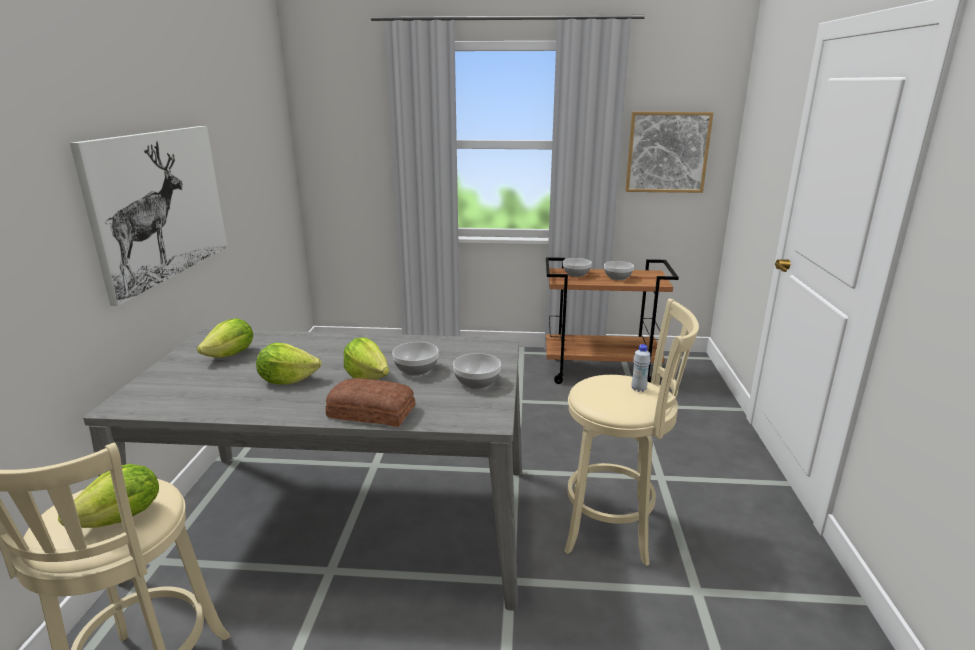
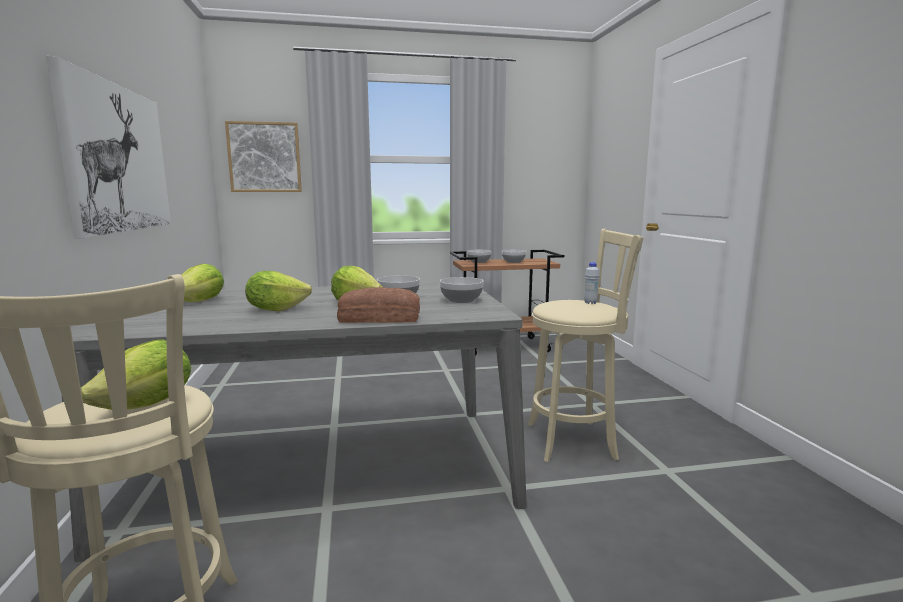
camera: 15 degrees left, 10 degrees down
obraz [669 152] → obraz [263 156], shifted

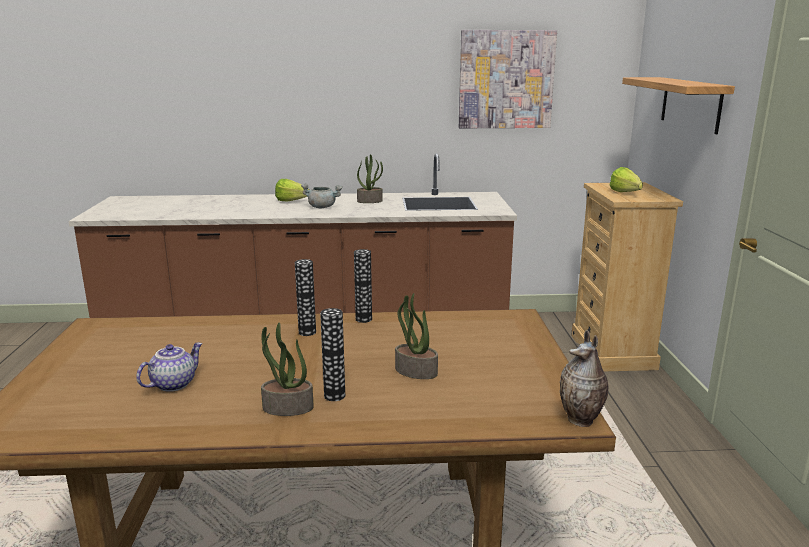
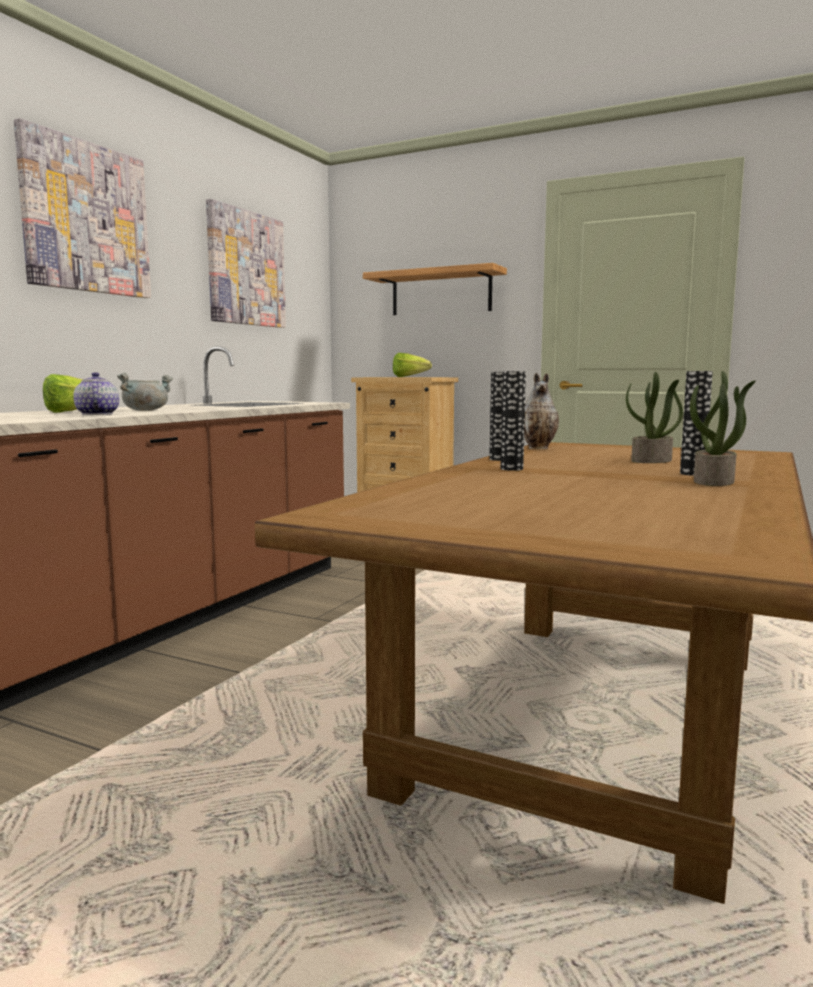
camera: 60 degrees left, 10 degrees down
roślina doniczkowa [370 178] → -
- → obraz [82 208]
imbryk [169 367] → imbryk [96 393], shifted
wazon [584 378] → wazon [541 411], shifted

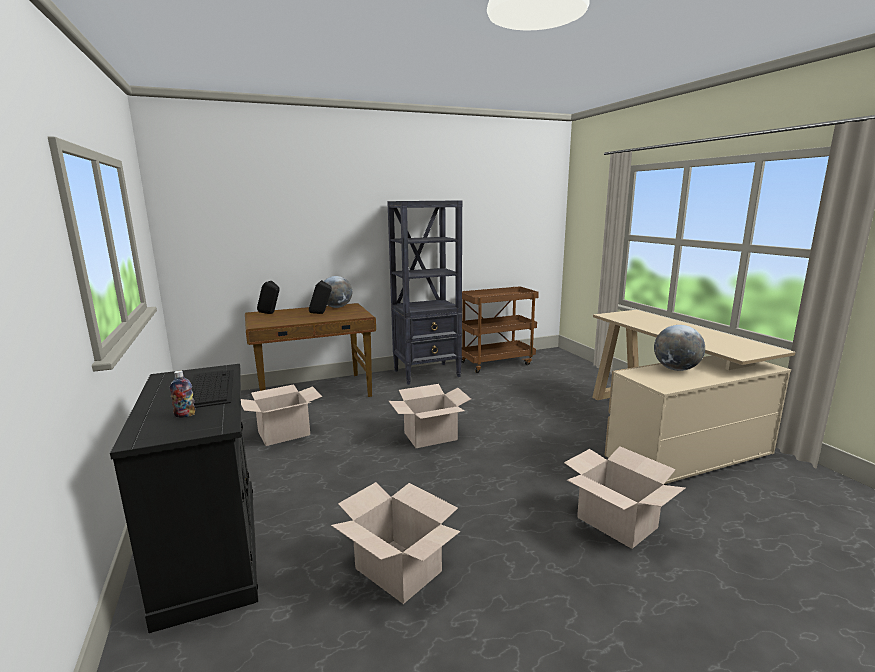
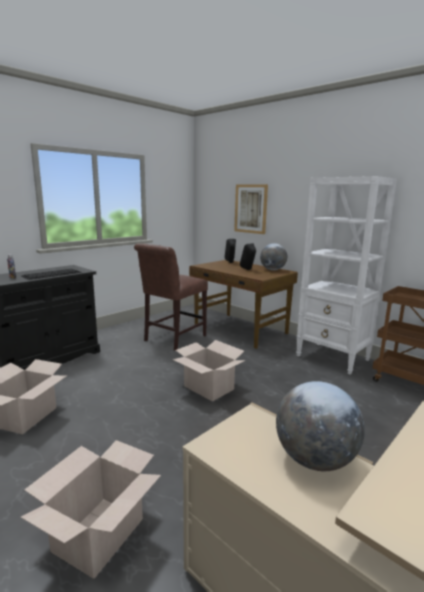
camera: 65 degrees right, 0 degrees up
- → obraz [251 209]
karton [281 415] → krzesło/brązowy [171 297]
regał/czarny [425 292] → regał/biały [346 275]

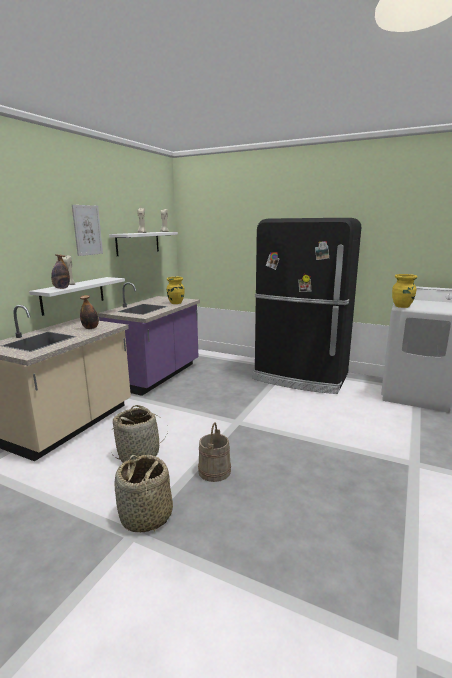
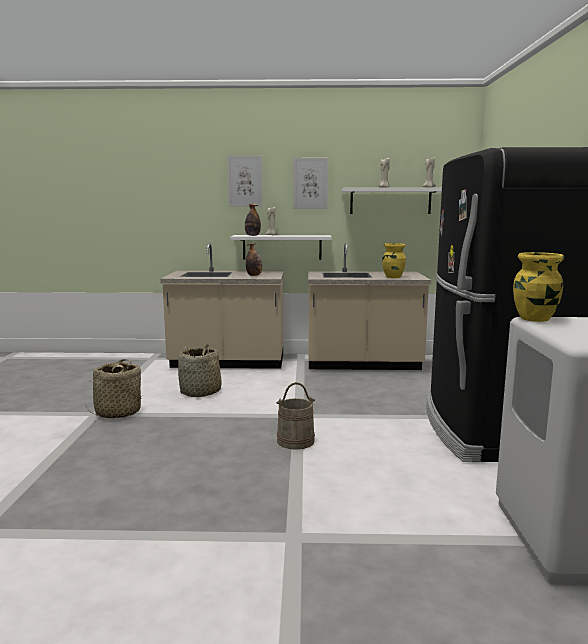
camera: 65 degrees right, 5 degrees down
- → obraz [245 181]
wiadro/beżowy [214 452] → wiadro/beżowy [295 416], shifted
zabudowa kuchenna/fioletowy [149 339] → zabudowa kuchenna/beżowy [369 306]

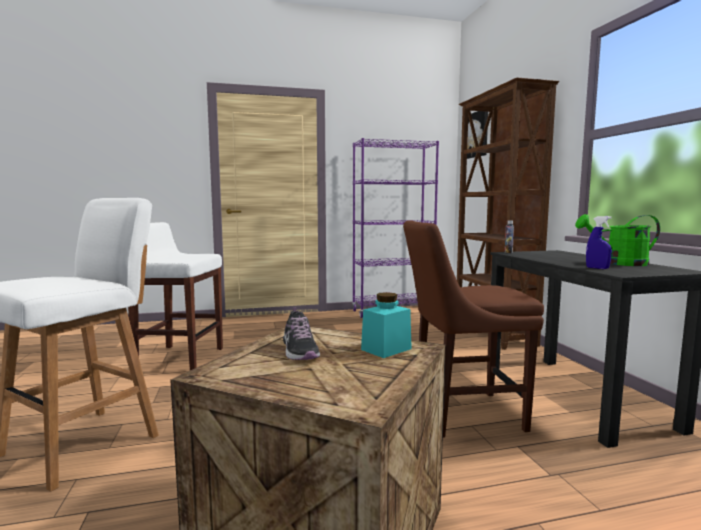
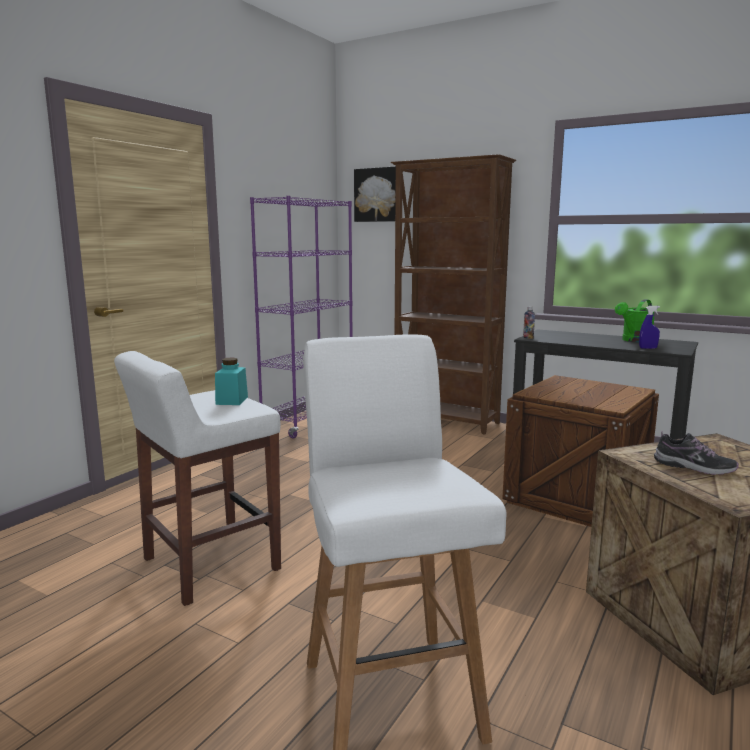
camera: 45 degrees left, 5 degrees up
słoik/turkusowy [386 325] → słoik/turkusowy [231 381], shifted
krzesło/brązowy [473 329] → skrzynka [580 451]

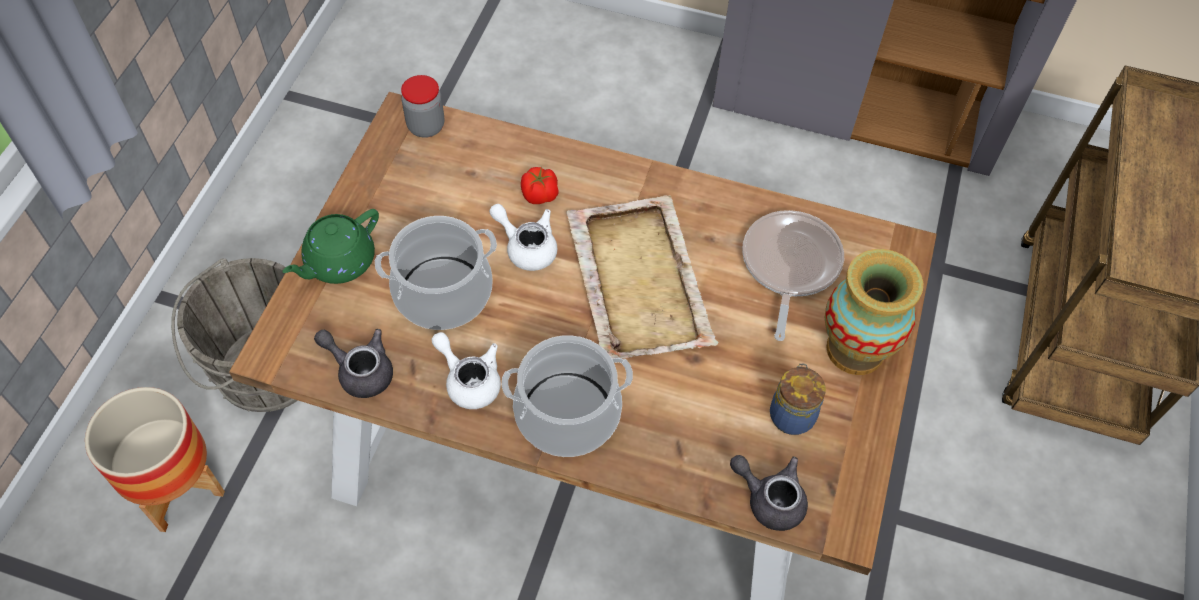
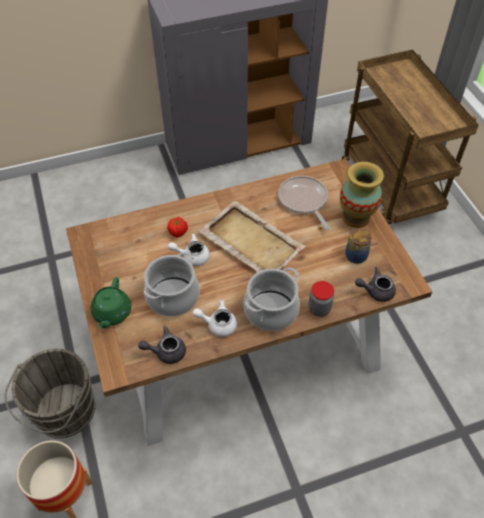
camera: 35 degrees left, 5 degrees down
słoik [422 106] → słoik [321 299], shifted

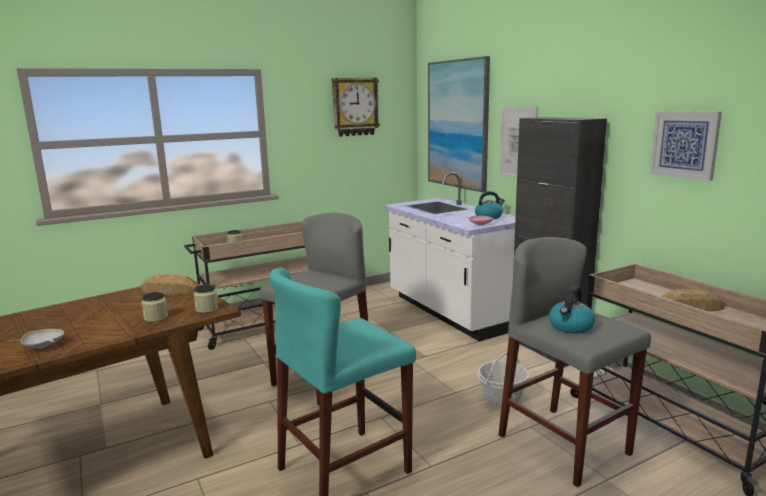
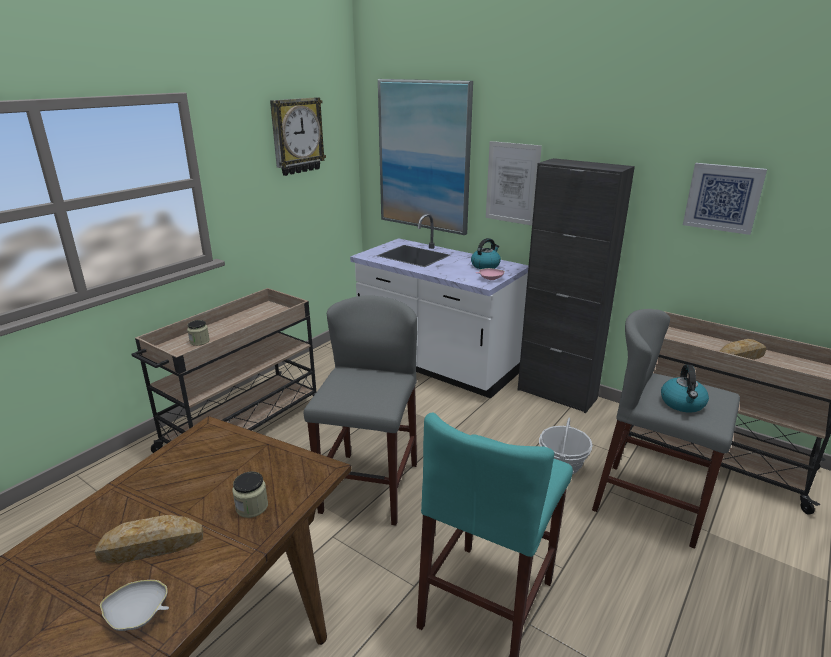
camera: 25 degrees left, 10 degrees up
słoik [206 298] → -
chleb [169 284] → chleb [149 539], shifted

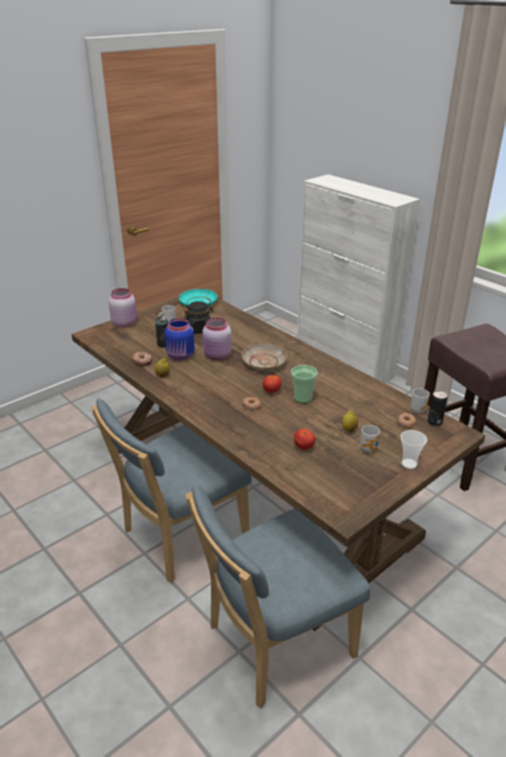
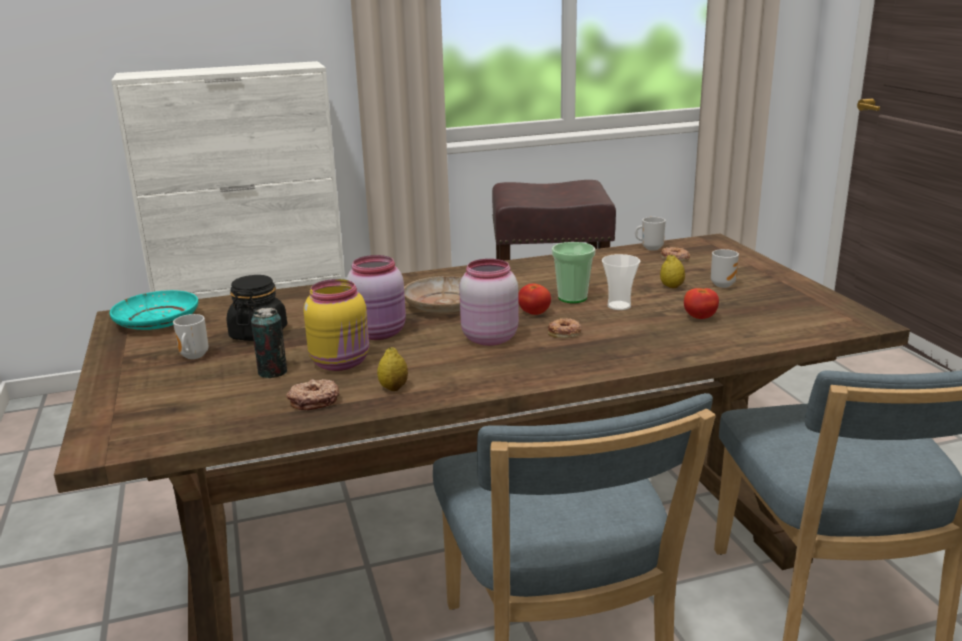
camera: 65 degrees left, 10 degrees down
puszka [437 408] → -
słoik/różowy [122 308] → słoik/różowy [489 302], shifted
filiżanka [413 449] → filiżanka [621 282], shifted
słoik/niebieski [180 339] → słoik/żółty [336 325]

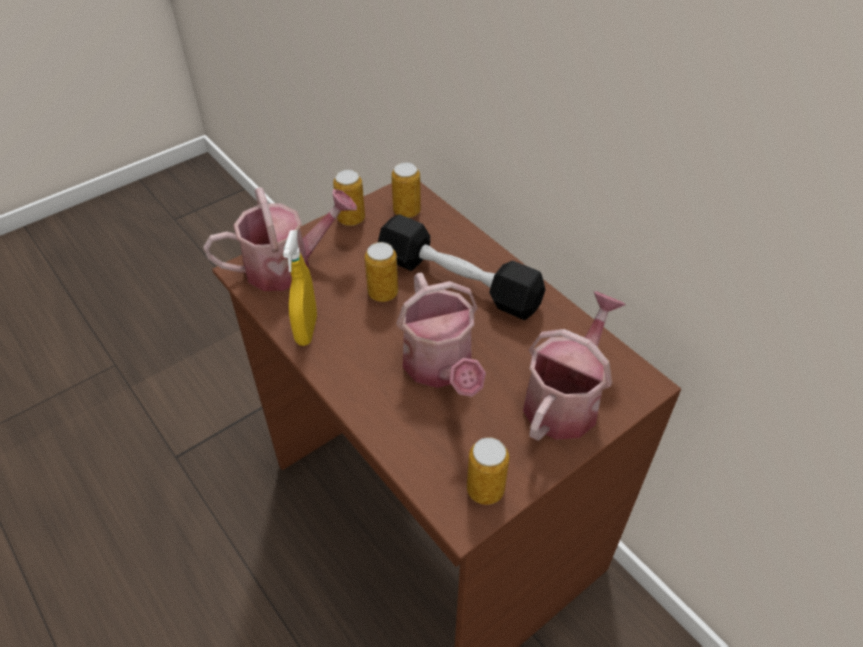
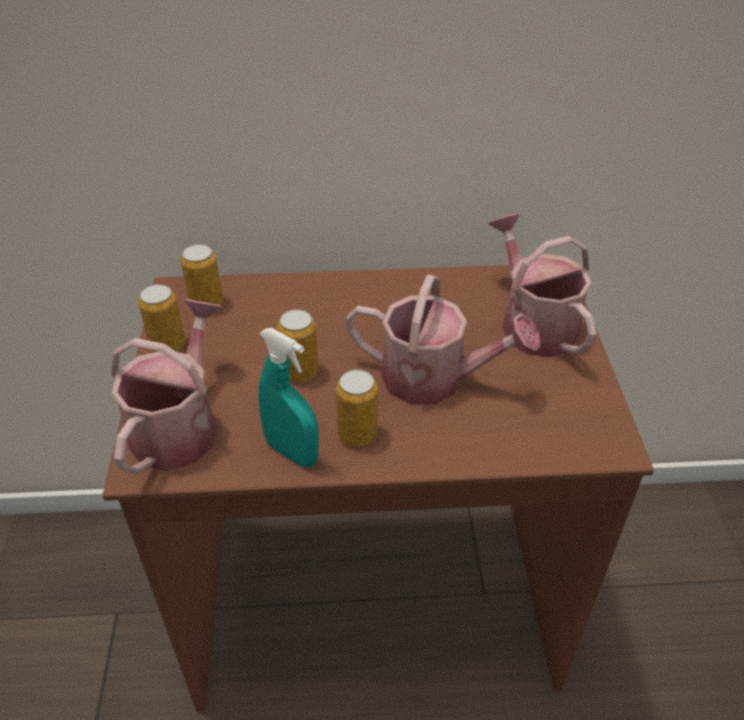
camera: 55 degrees left, 5 degrees down
hantel/czarny [461 267] → -
puszka [488 471] → puszka [357 408], shifted
spryskiwacz/żółty [300 288] → spryskiwacz/turkusowy [289 397]

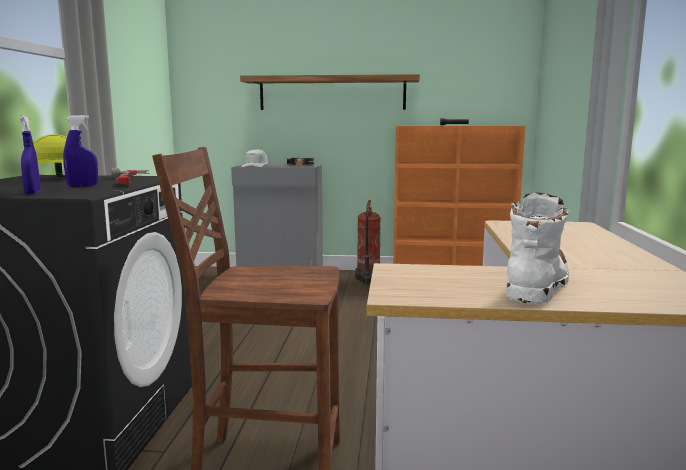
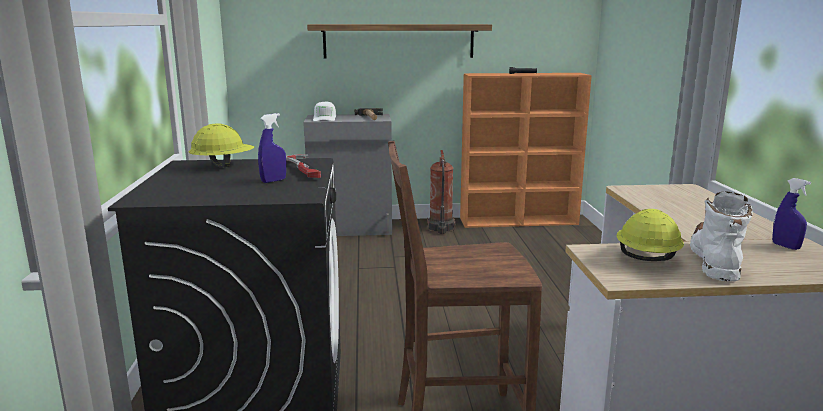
camera: 10 degrees left, 5 degrees up
- → kask/żółty [650 235]
spryskiwacz/niebieski [29 154] → spryskiwacz/niebieski [791 214], shifted

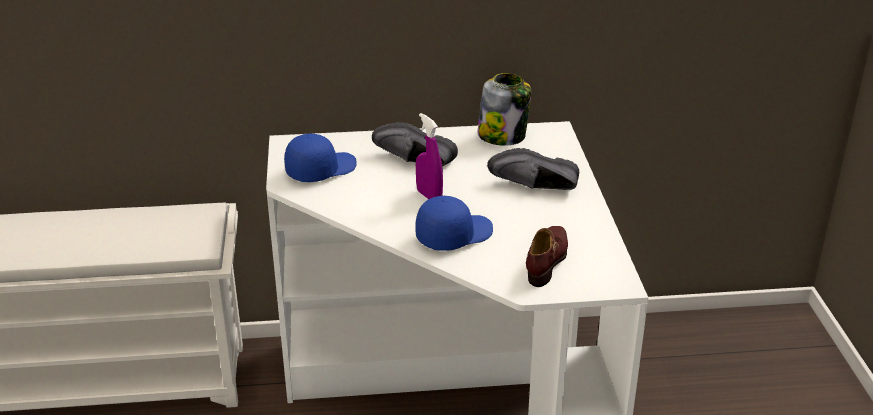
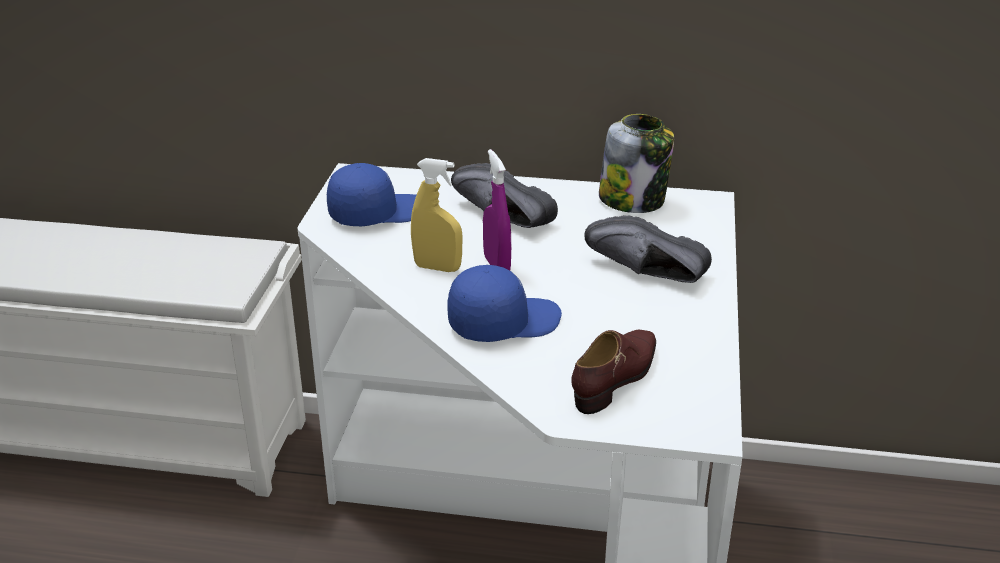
camera: 15 degrees right, 0 degrees up
- → spryskiwacz/żółty [437 215]

